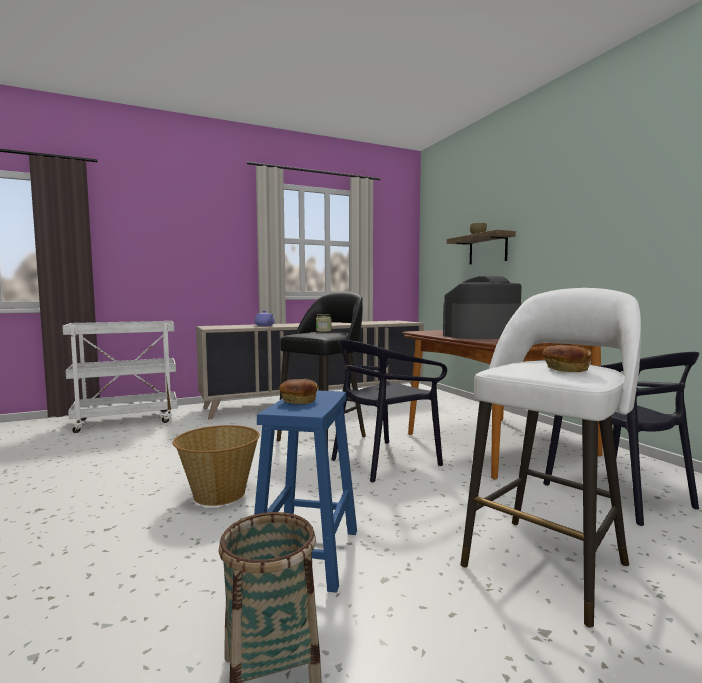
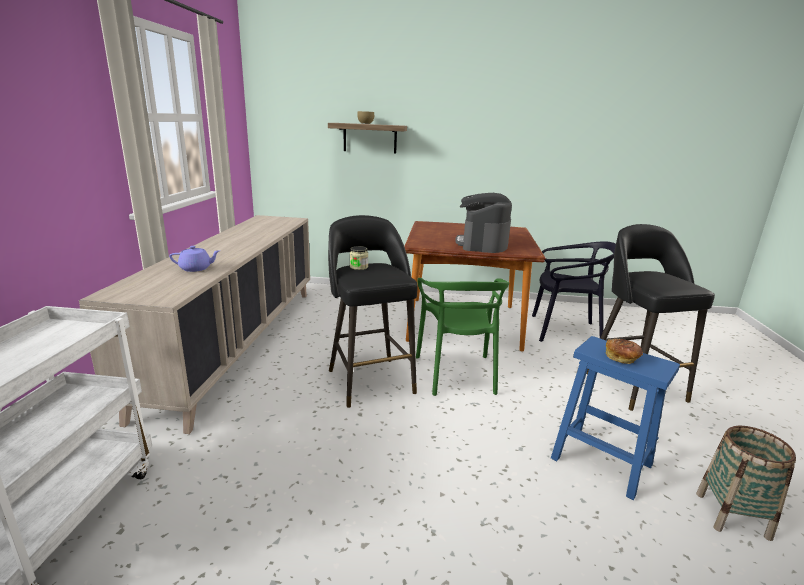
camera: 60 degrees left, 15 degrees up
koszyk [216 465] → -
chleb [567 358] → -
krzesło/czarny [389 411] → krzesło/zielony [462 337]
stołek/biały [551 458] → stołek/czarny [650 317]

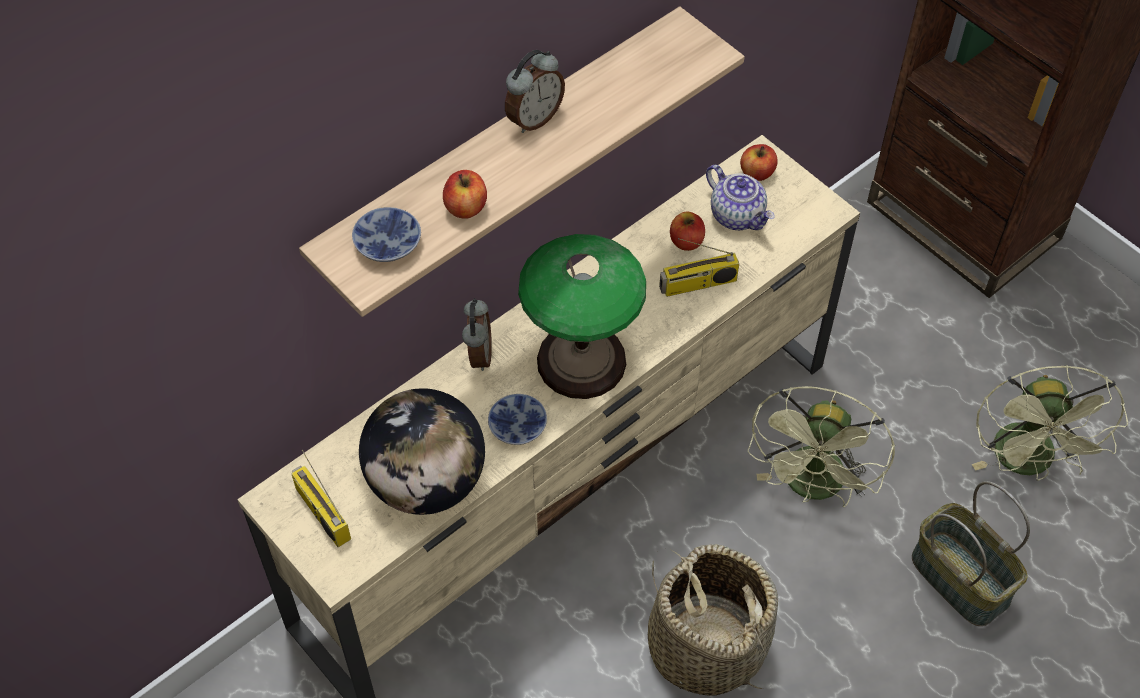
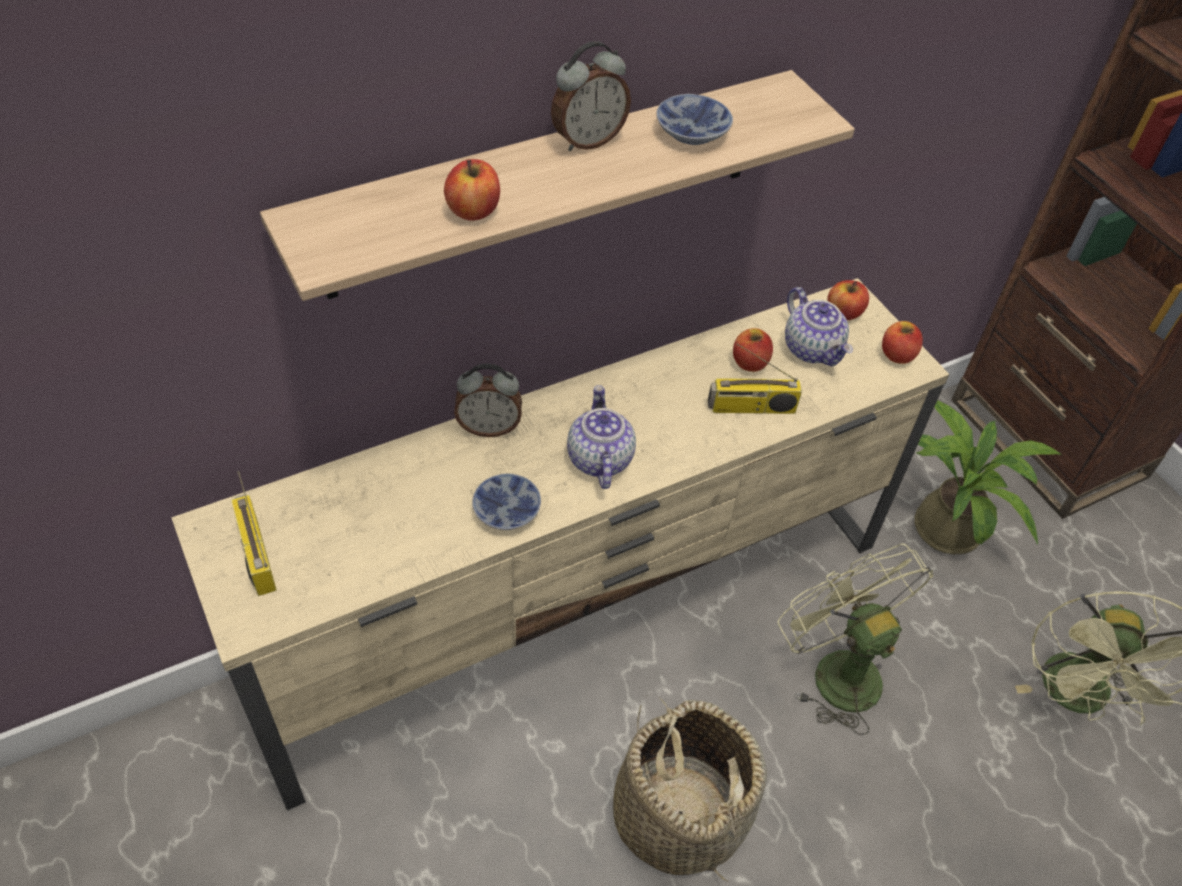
camera: 10 degrees right, 5 degrees down
globus [422 451] → -
koszyk [971 553] → -
- → jabłko [902 342]
- → roślina doniczkowa [988 477]
miska [386 234] → miska [694 119], shifted
lampa stołowa [582 316] → imbryk [601 437]
budzik [477 334] → budzik [488 400], 75 degrees clockwise
wentylator/zielony [821 446] → wentylator/zielony [855 639], 120 degrees clockwise

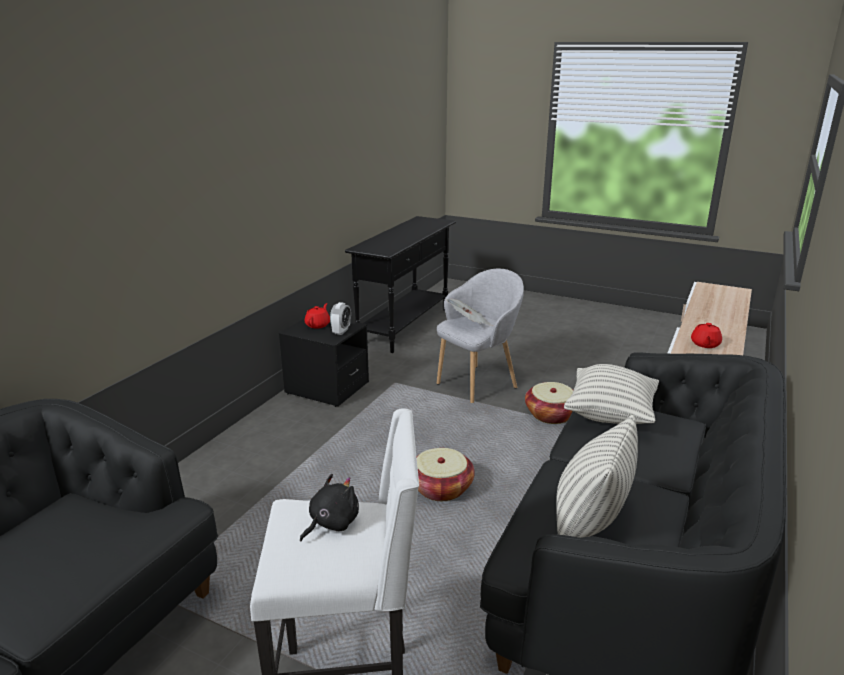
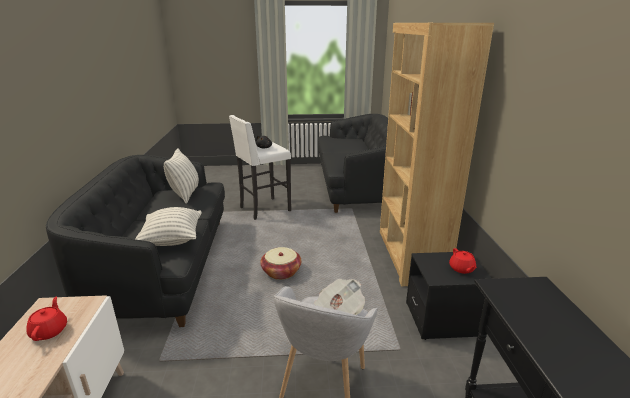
camera: 150 degrees right, 0 degrees up
budzik [340 318] → -
koszyk [549 403] → -
- → regał/brązowy [437 155]

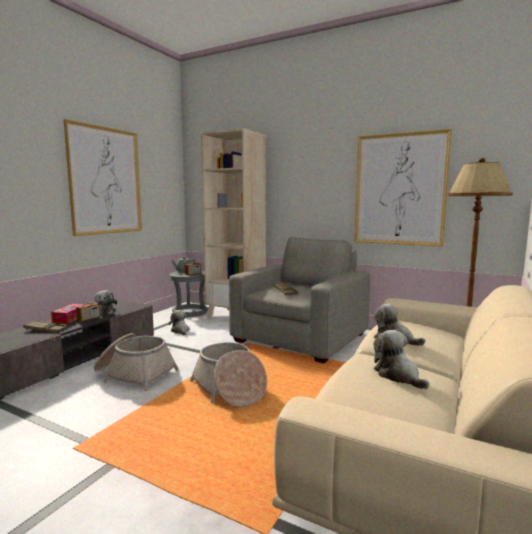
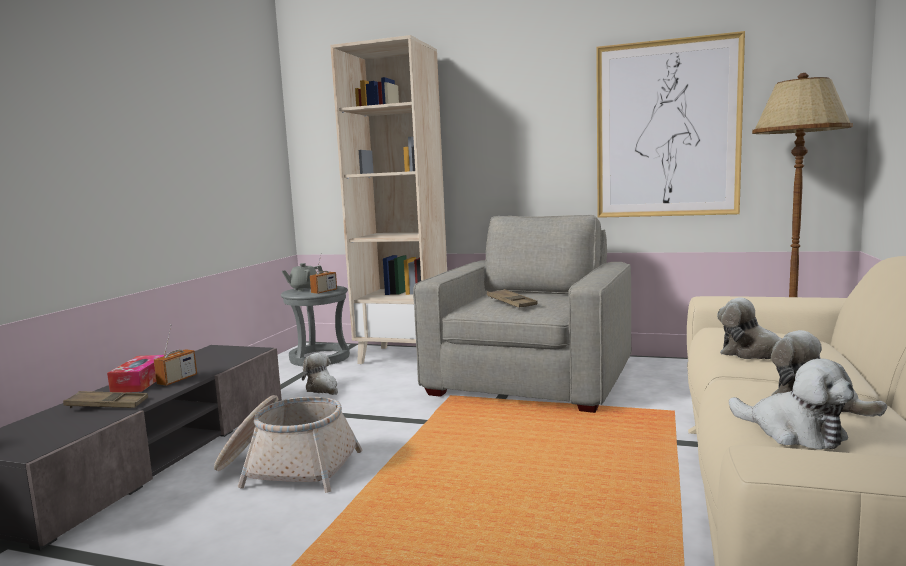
camera: 10 degrees left, 0 degrees up
obraz [103 177] → -
koszyk [228 374] → -
pluszak [105 302] → pluszak [791 404], shifted

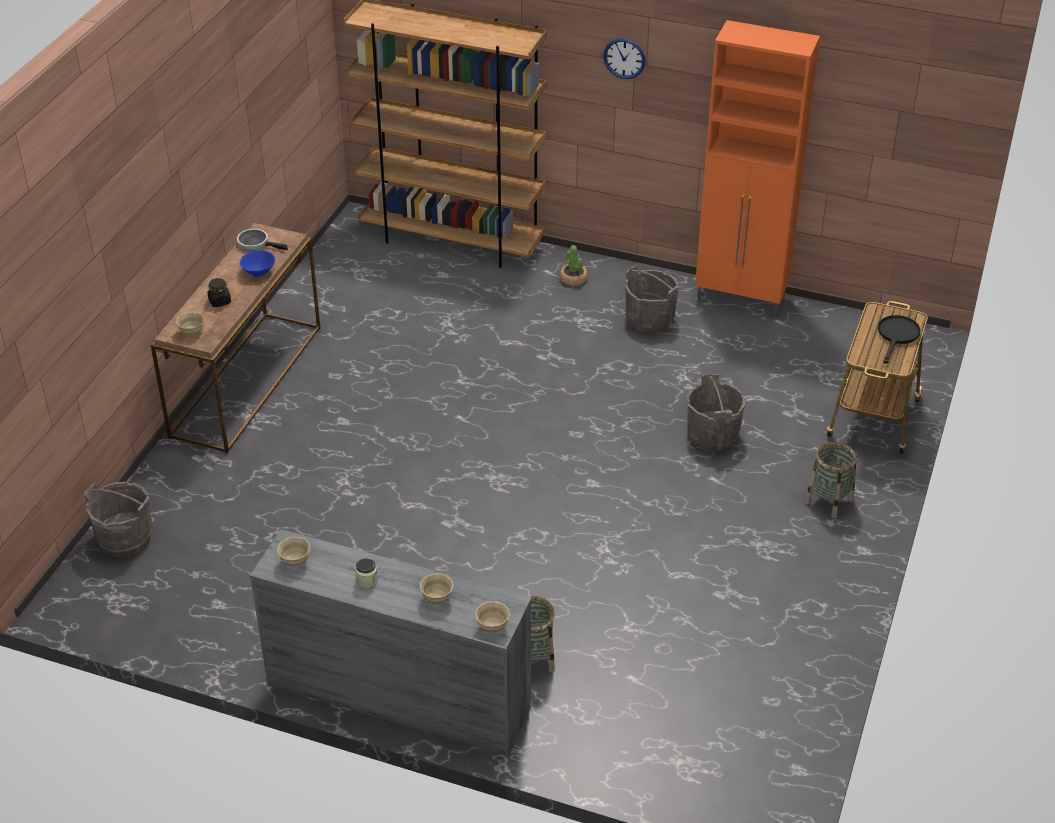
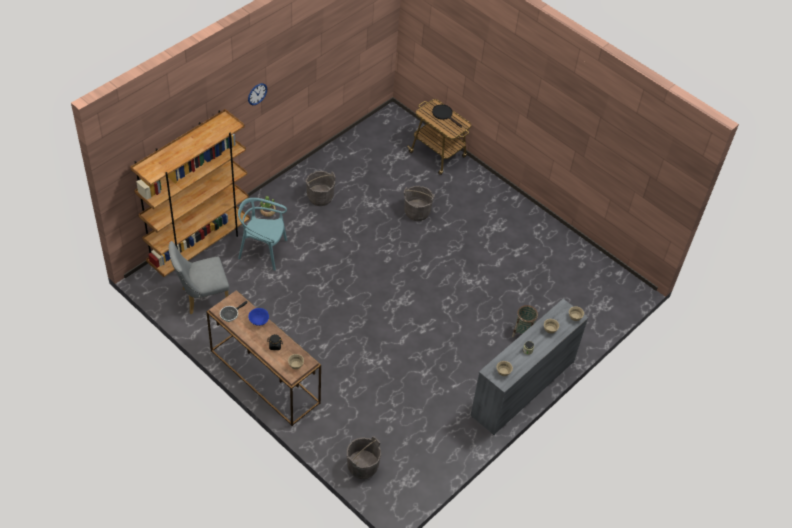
camera: 70 degrees left, 10 degrees up
szafka/pomarańczowy [757 168] → -
koszyk [831 480] → -
- → krzesło/szary [199 277]
- → krzesło/turkusowy [262 234]

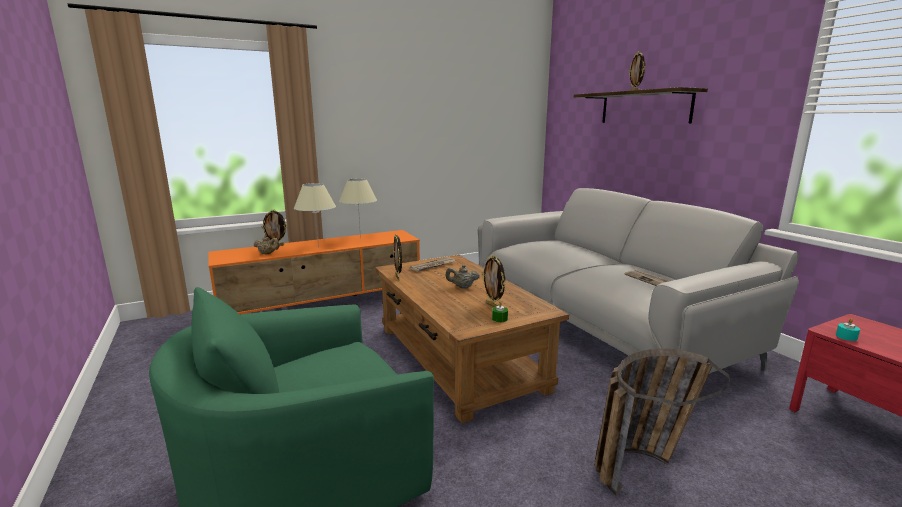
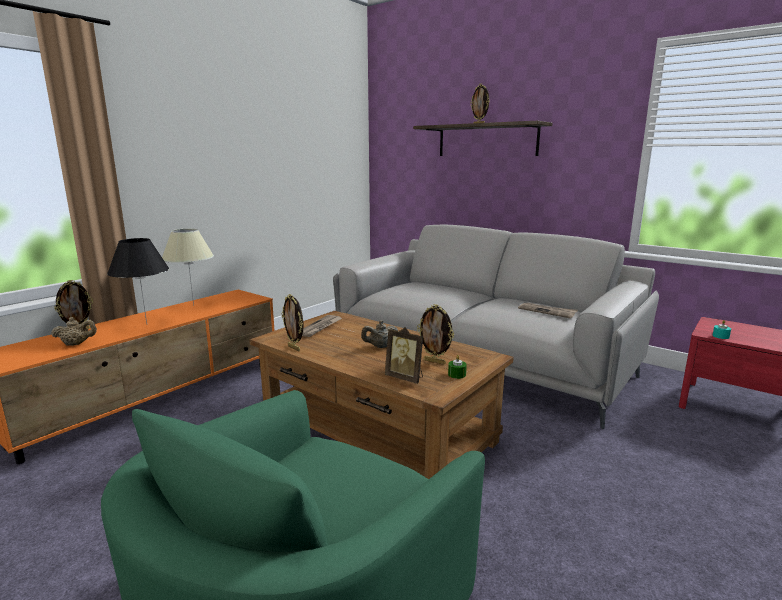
camera: 25 degrees left, 0 degrees up
koszyk [662 422] → -
- → ramka na zdjęcie [404 355]
lampa stołowa/beżowy [315 215] → lampa stołowa/czarny [138 281]

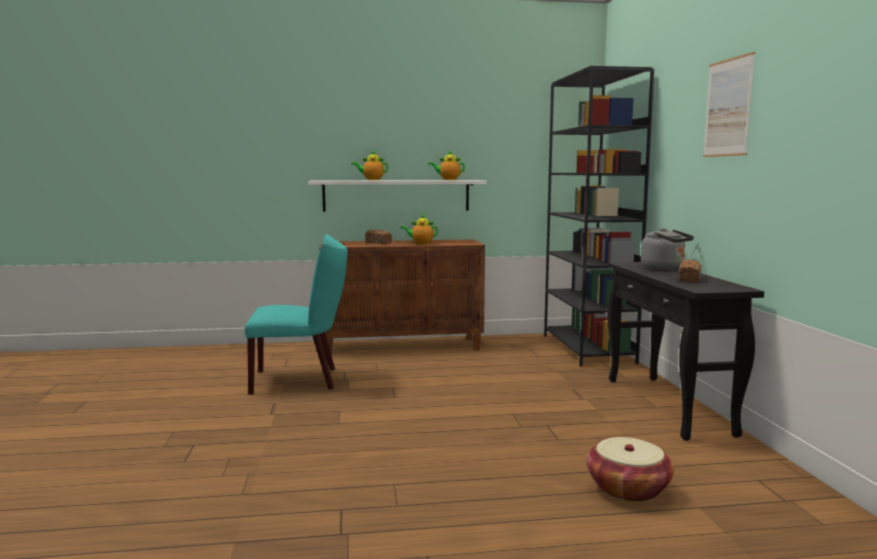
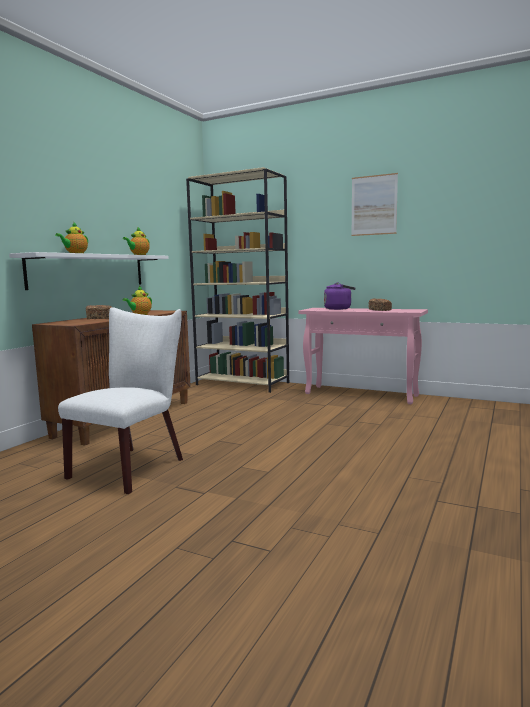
camera: 55 degrees left, 0 degrees up
koszyk [630 469] → -
krzesło/turkusowy [296 314] → krzesło/biały [120 400]
regał/czarny [599 216] → regał/beżowy [237 280]
stolik konsolowy/czarny [685 351] → stolik konsolowy/różowy [363 356]
czajnik/szary [667 249] → czajnik/fioletowy [340 296]

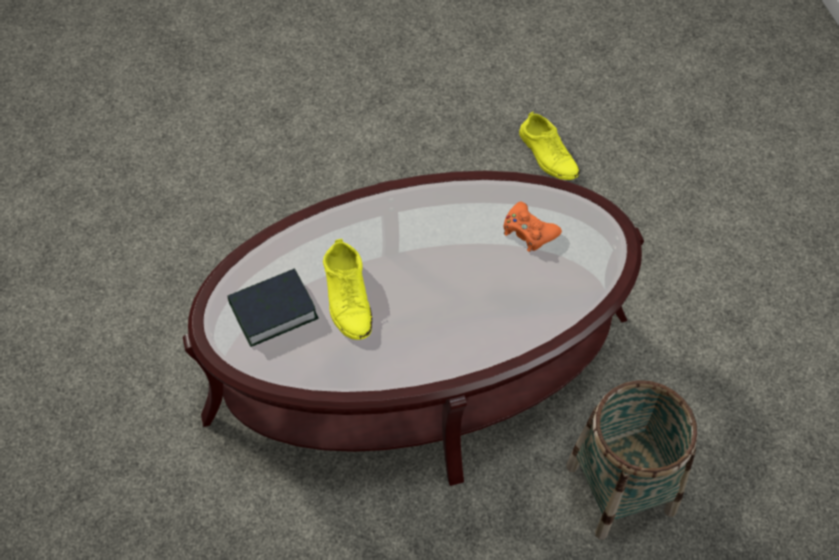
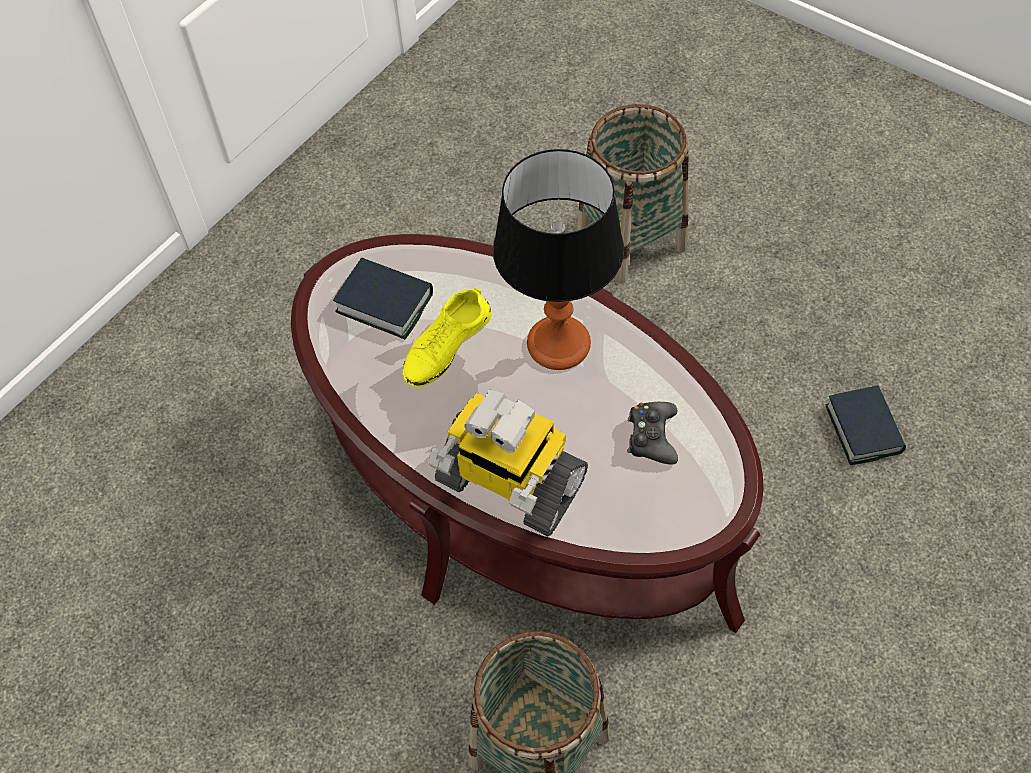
camera: 55 degrees right, 0 degrees up
- → robot zabawkowy [507 463]
- → lampa stołowa [558 259]
- → koszyk [632 193]
but/żółty [549 145] → książka [865 425]
pad do gier/pomarańczowy [533 227] → pad do gier/czarny [652 433]

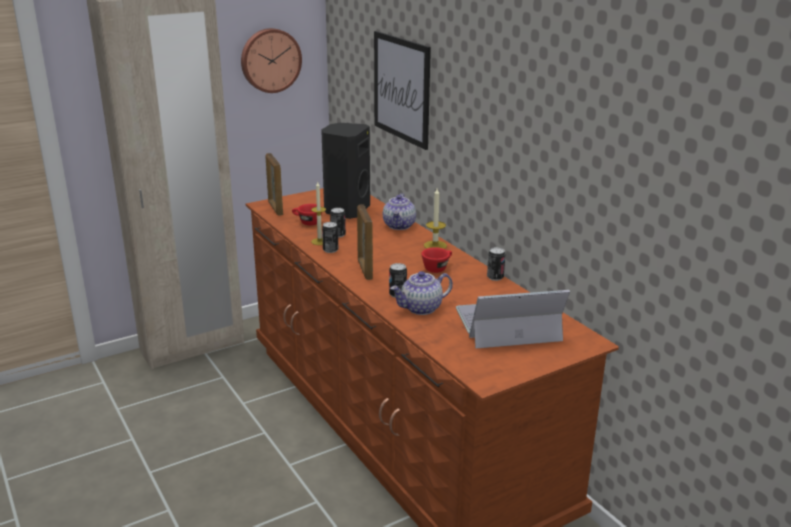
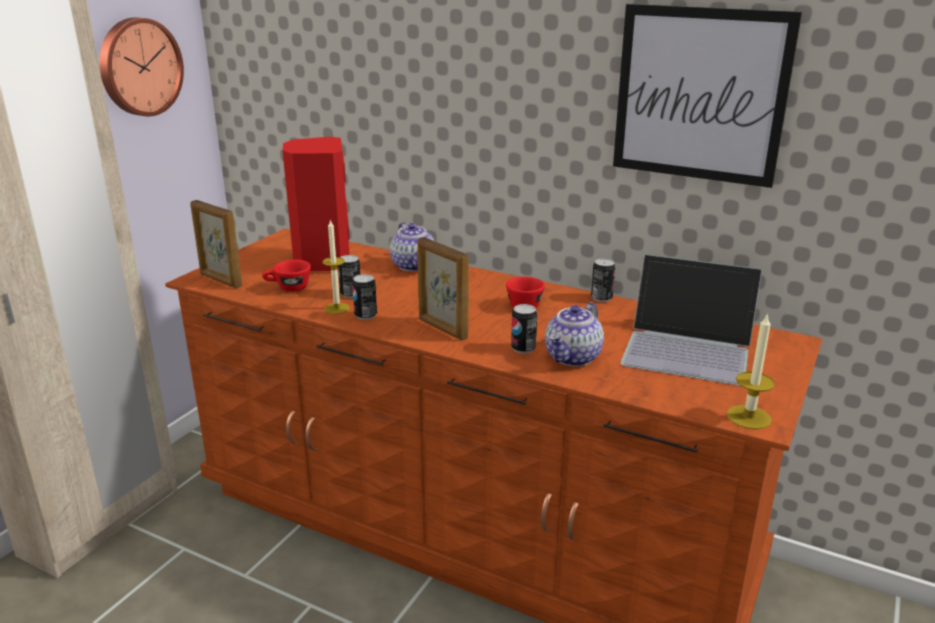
camera: 30 degrees left, 0 degrees up
obraz [402 90] → obraz [707 96], shifted
świeca [435 218] → świeca [751 371], shifted
głośnik/czarny [345 171] → głośnik/czerwony [316 204]
laptop [513 319] → laptop [691 320], 120 degrees counterclockwise

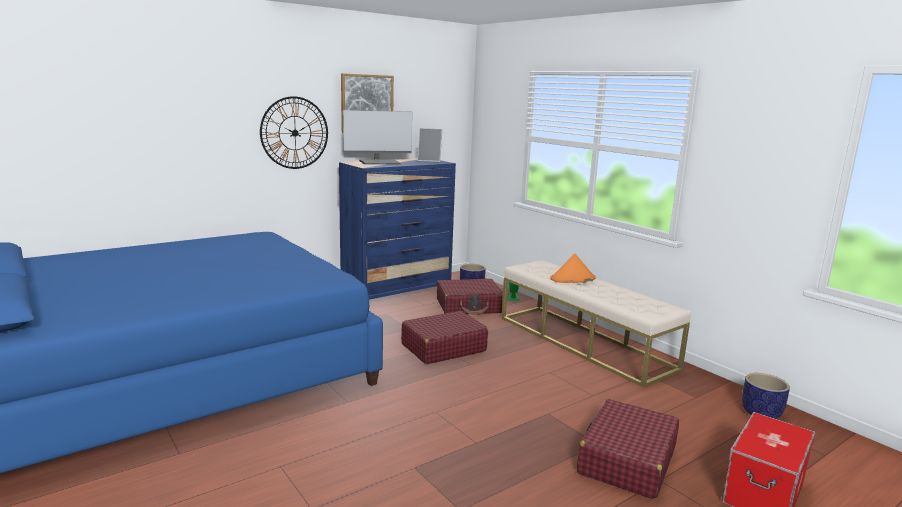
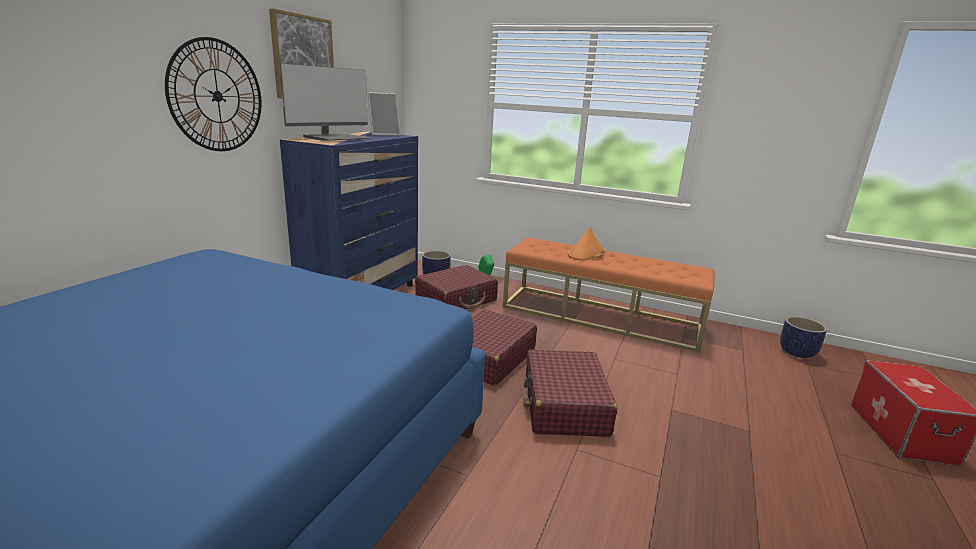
camera: 30 degrees left, 5 degrees up
walizka/czerwony [628 449] → walizka/czerwony [570 393], shifted
ławka/beżowy [596 324] → ławka/pomarańczowy [609 295]

